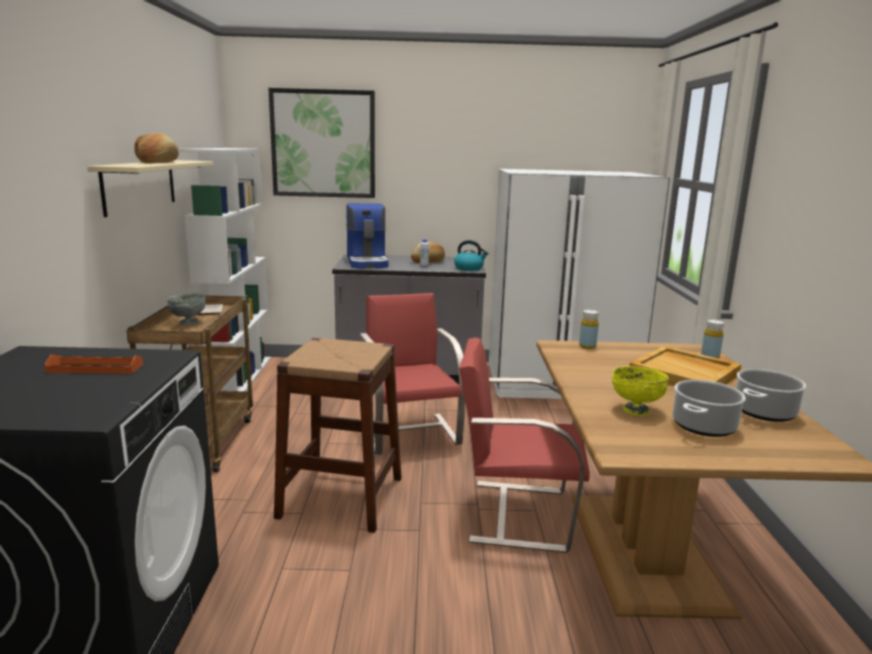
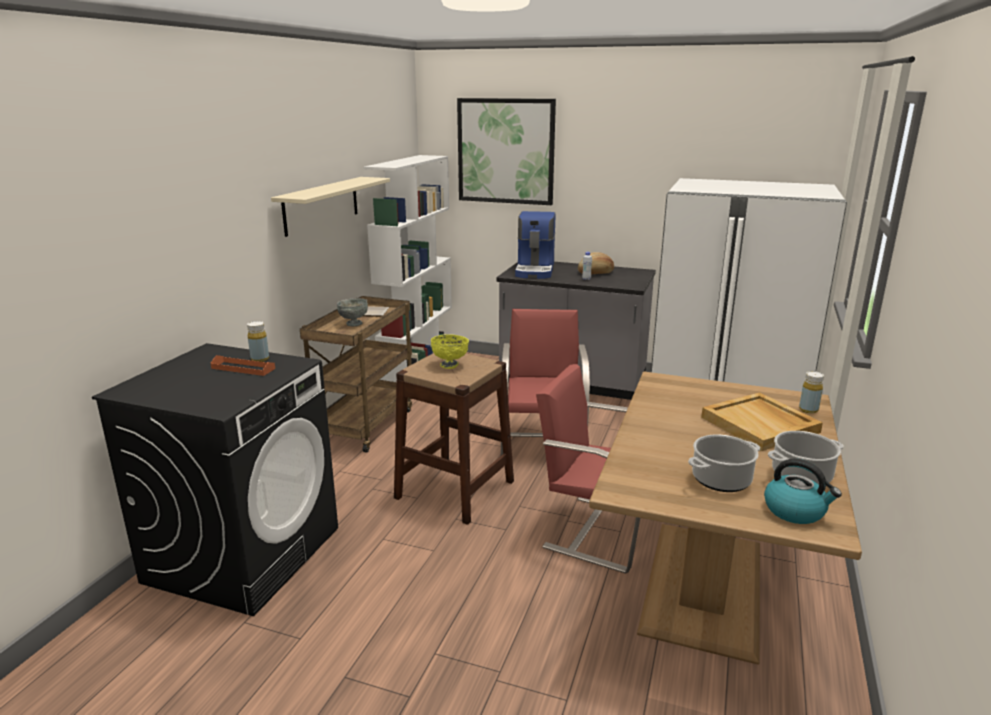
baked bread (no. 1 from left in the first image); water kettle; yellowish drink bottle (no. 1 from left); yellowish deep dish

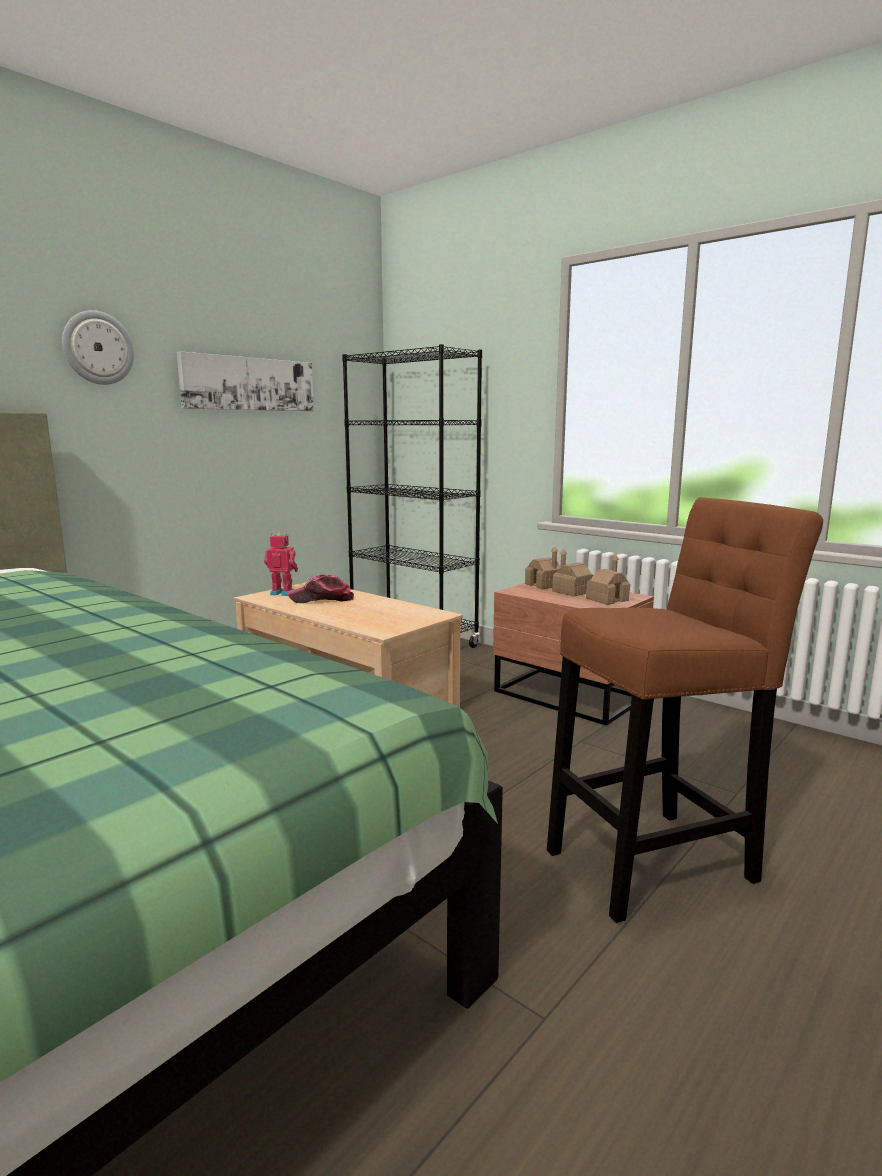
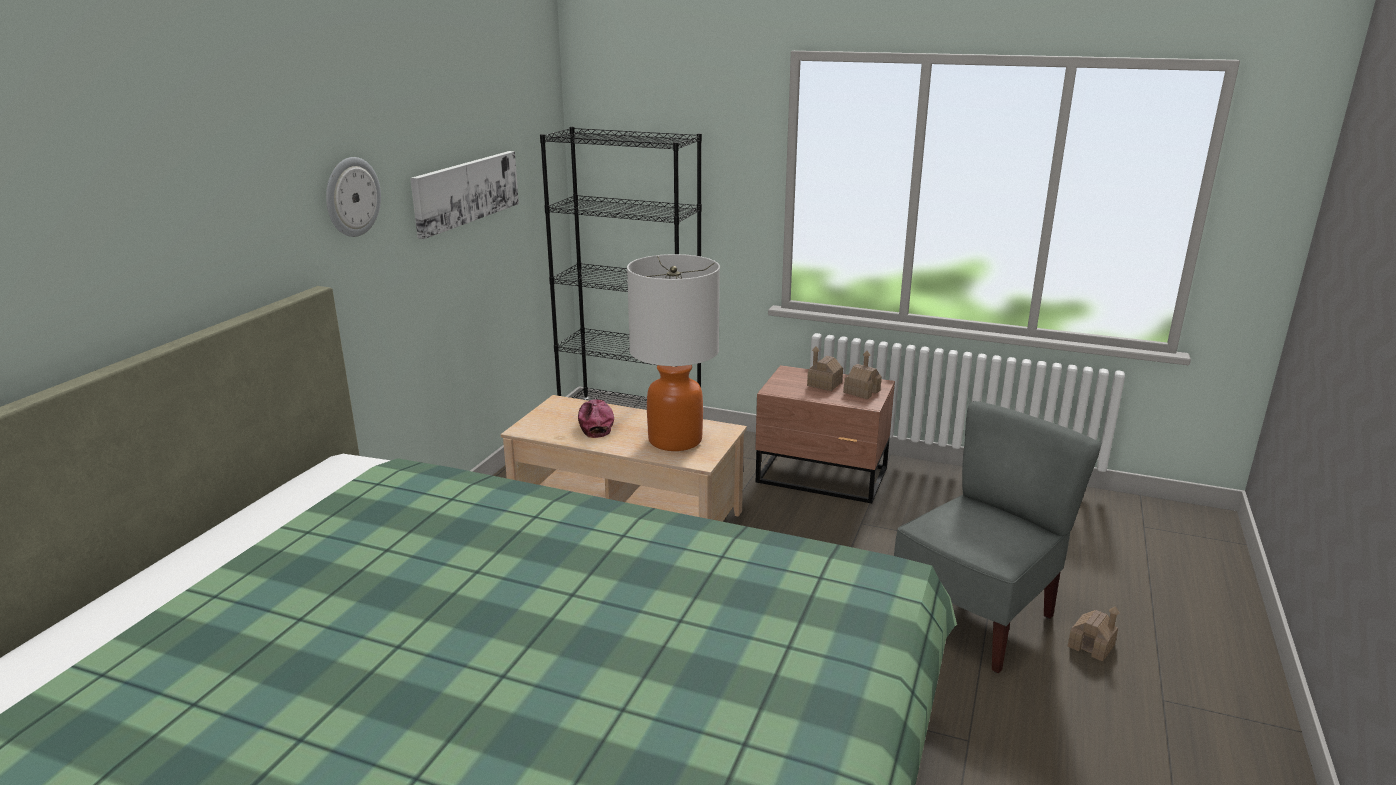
toy robot; tabletop lamp; model house (no. 3 from left); gray upright chair; baseball cap

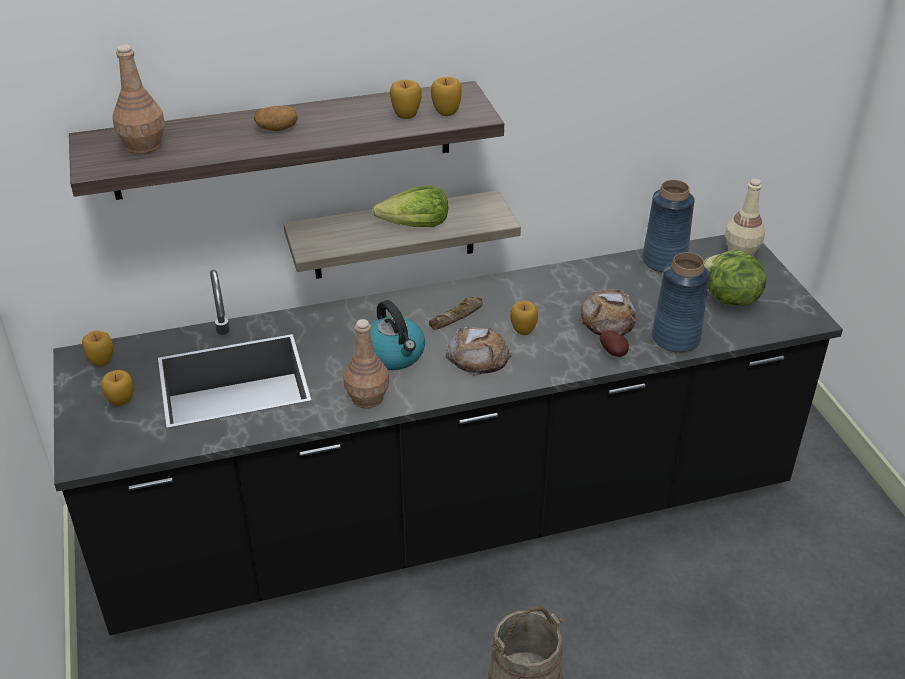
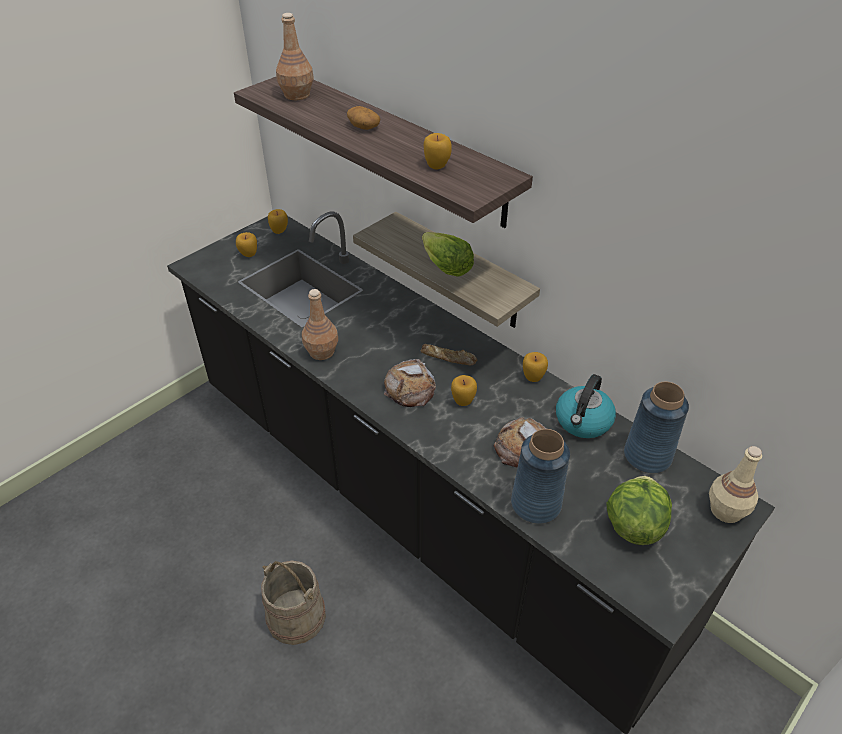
whole potato (no. 2 from left in the first image); water kettle; whole apple (no. 5 from left)

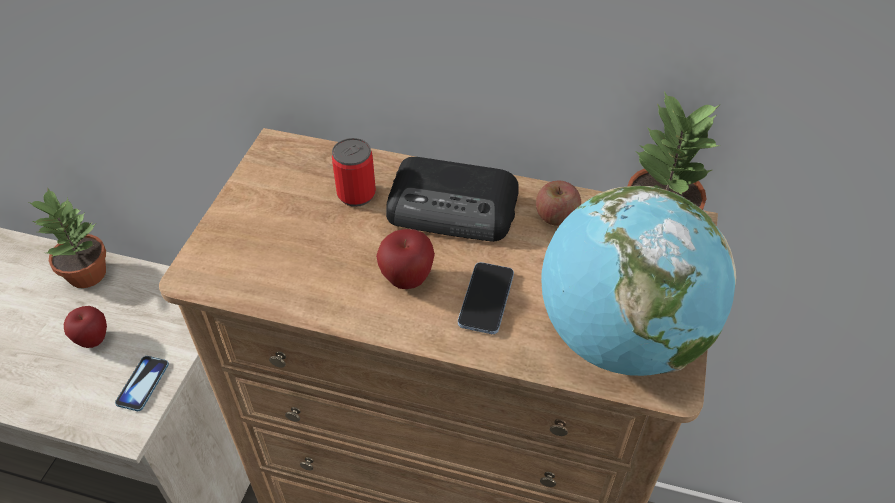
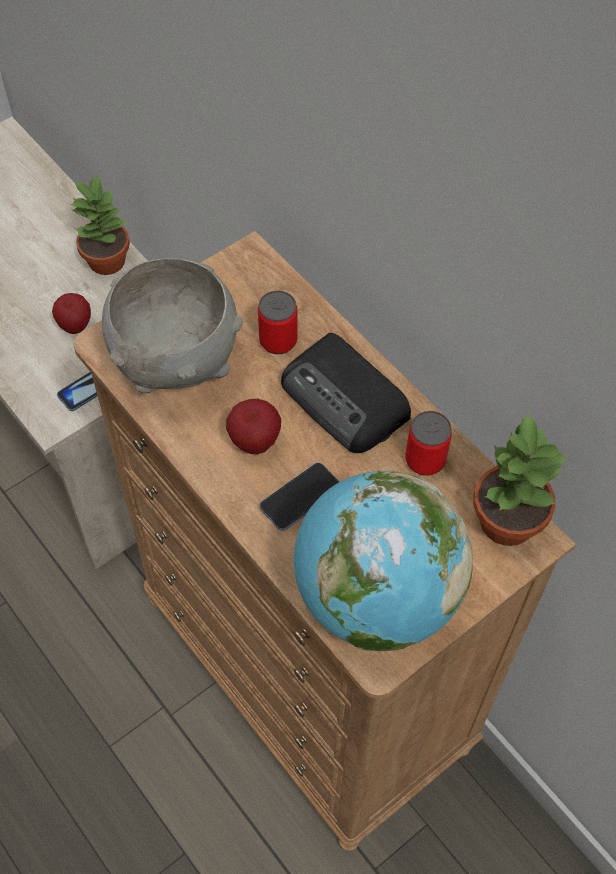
gray deep dish; sealed can (no. 2 from left)

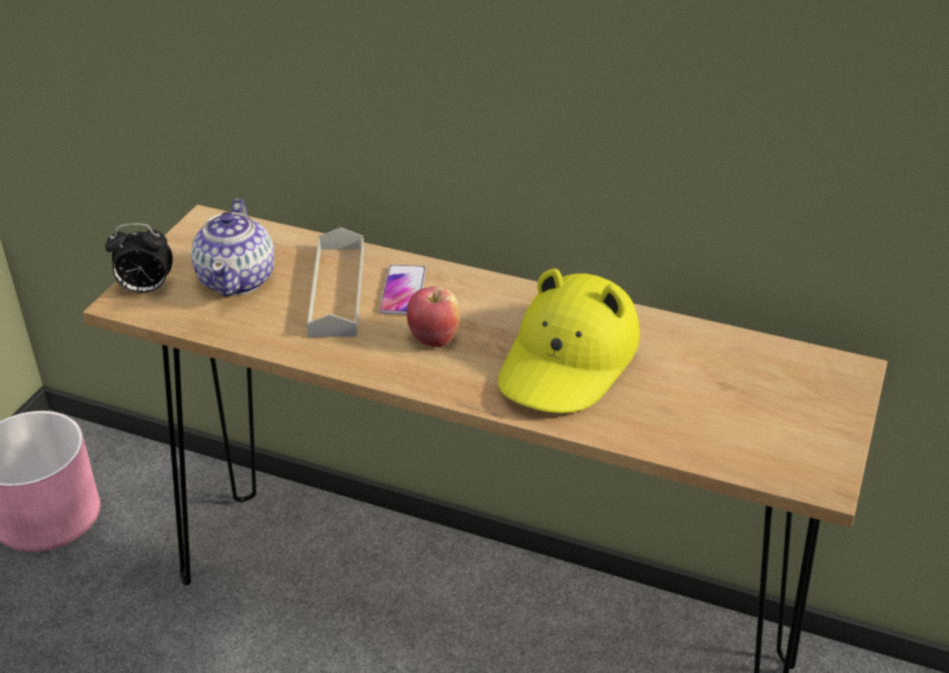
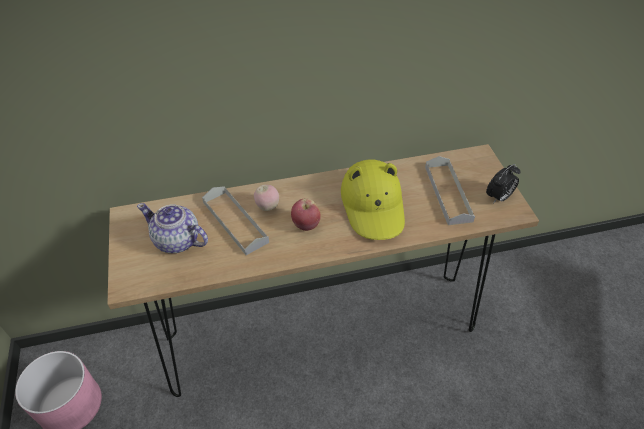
gray carrying tray (no. 2 from left); table clock; whole apple (no. 1 from left); tea pot

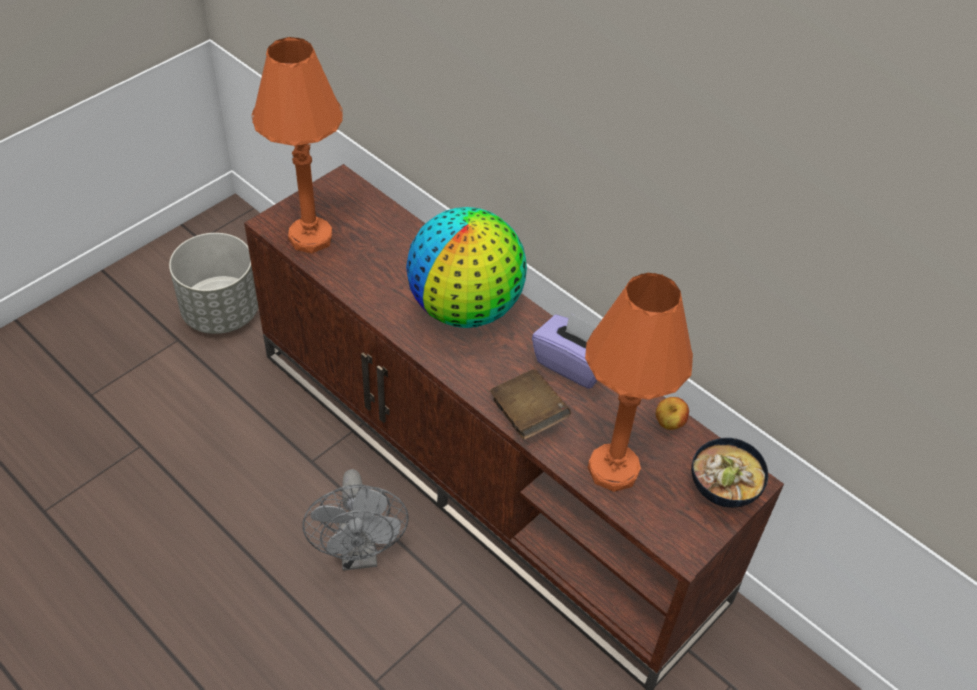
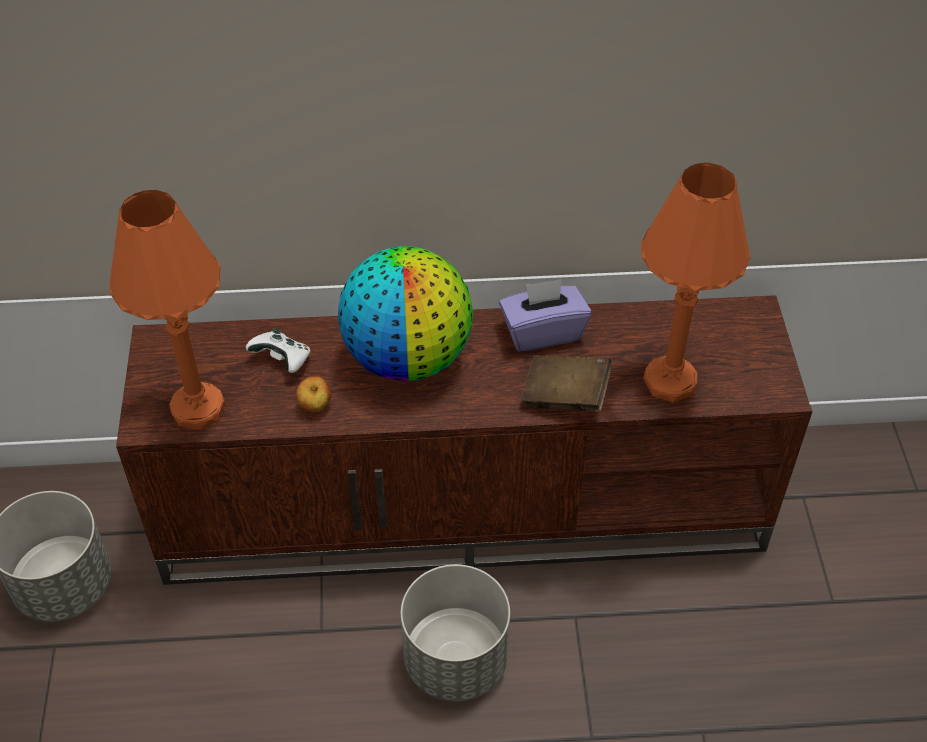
deep dish; white-coloured joypad; whole apple; gray planter (no. 2 from left)

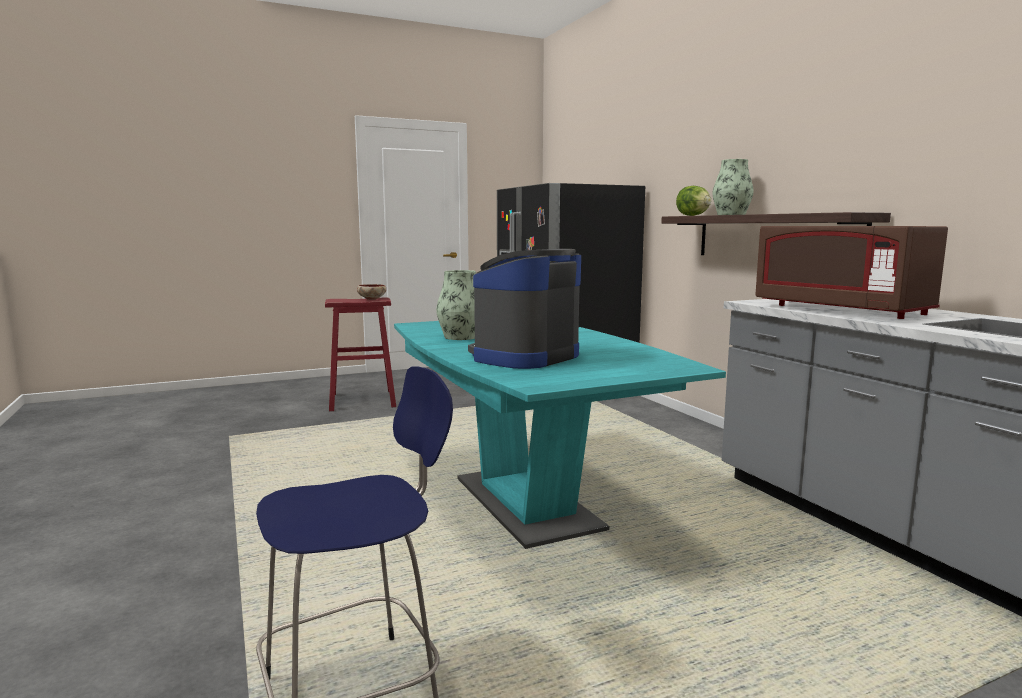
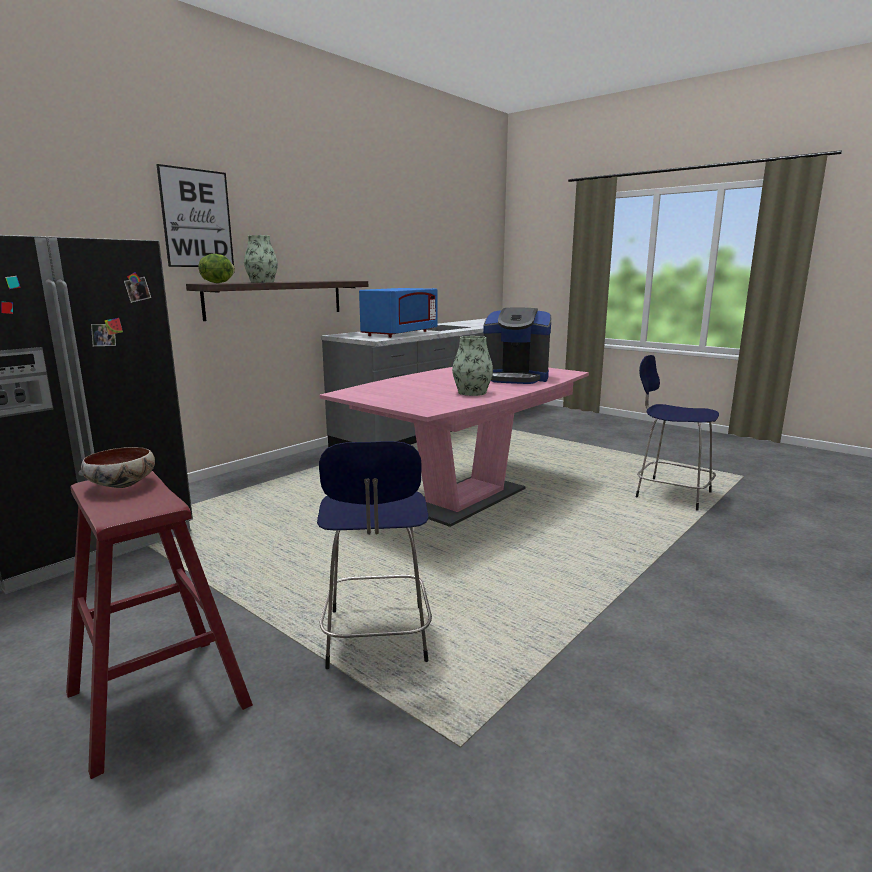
picture; blue-coloured sitting stool (no. 1 from left); pink dining table; blue-coloured microwave

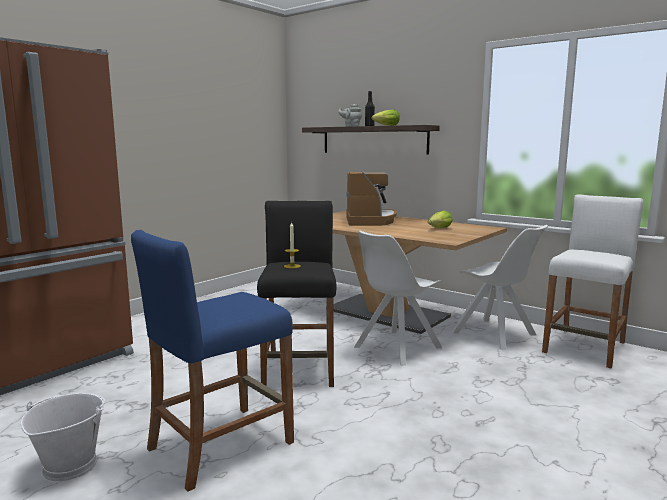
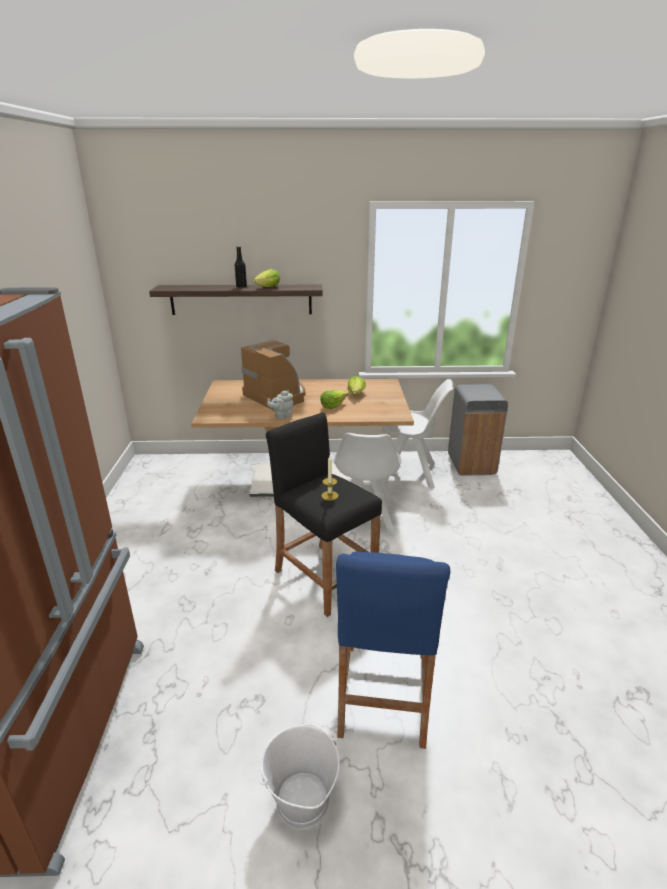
lettuce head (no. 2 from left); gray tea pot; gray waste bin

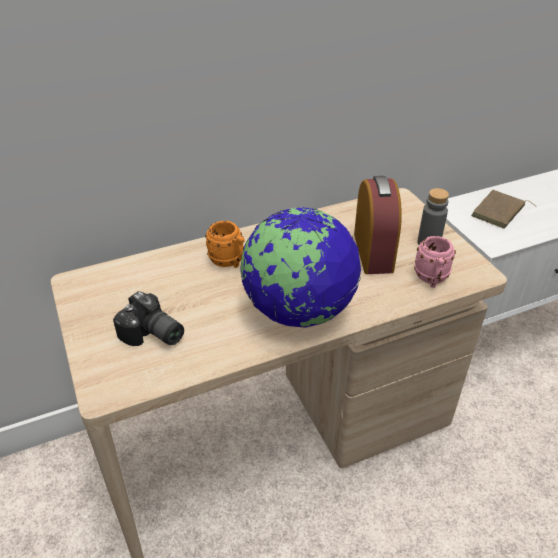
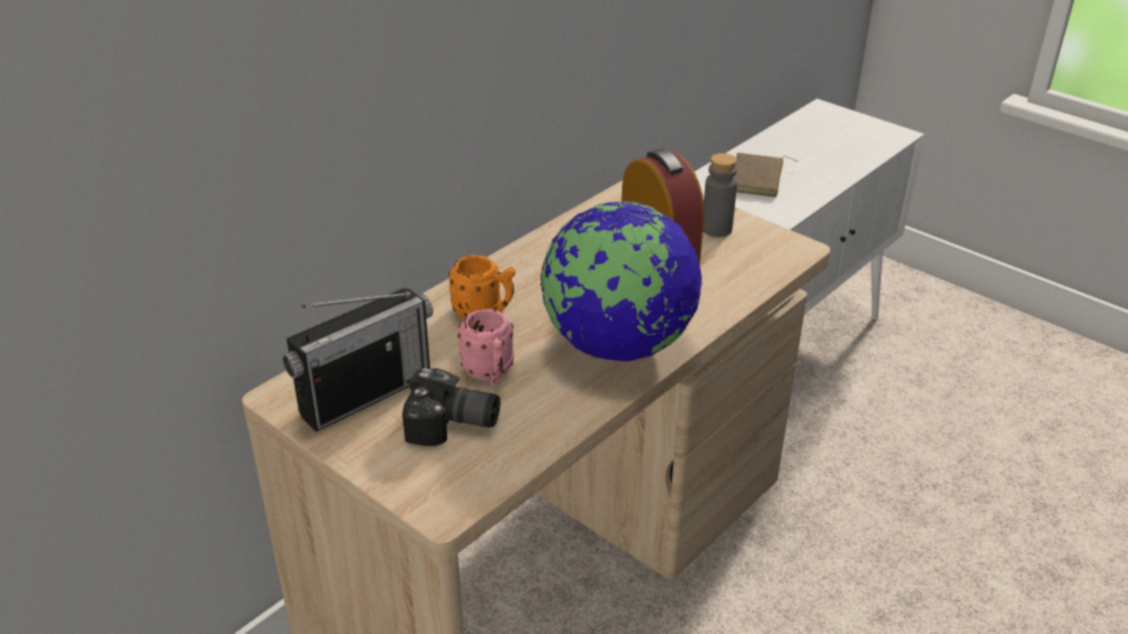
radio receiver; pink coffee mug

